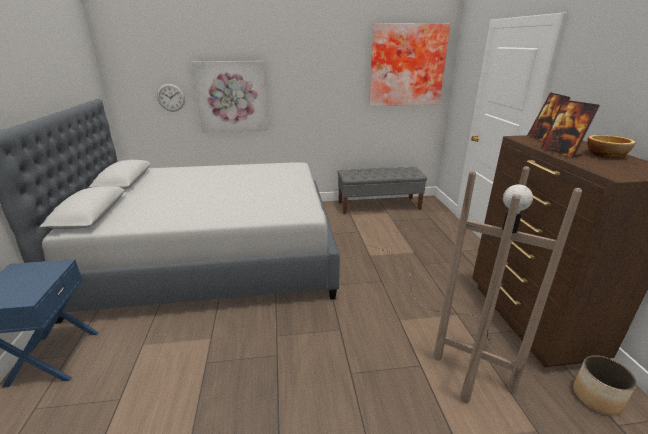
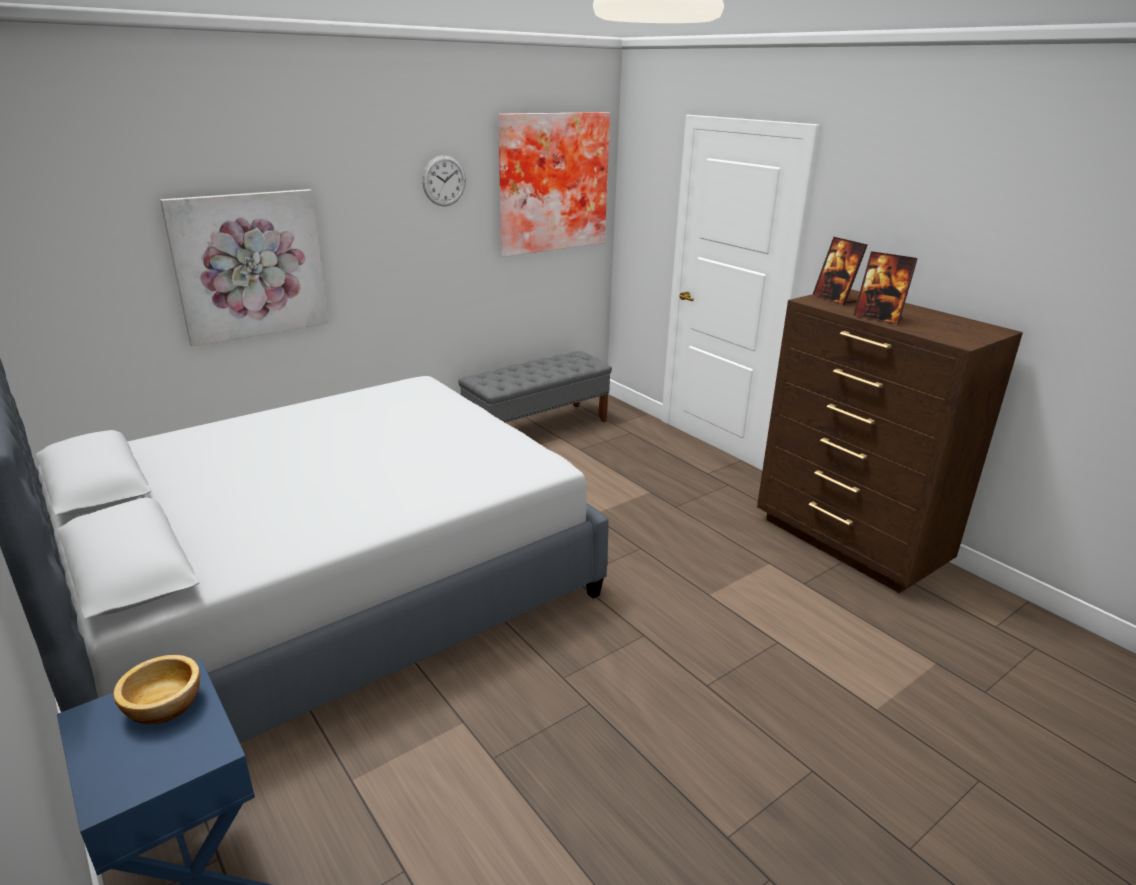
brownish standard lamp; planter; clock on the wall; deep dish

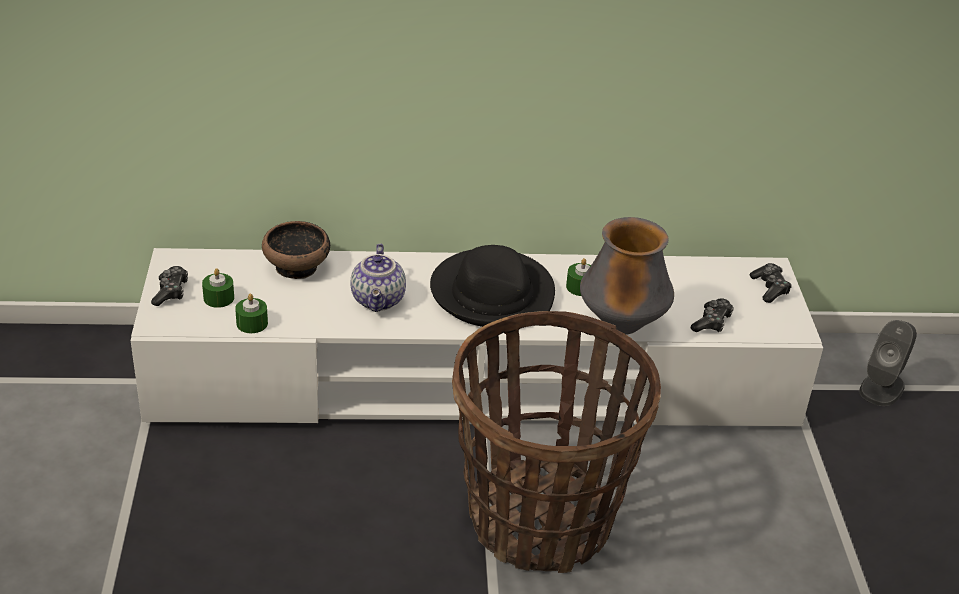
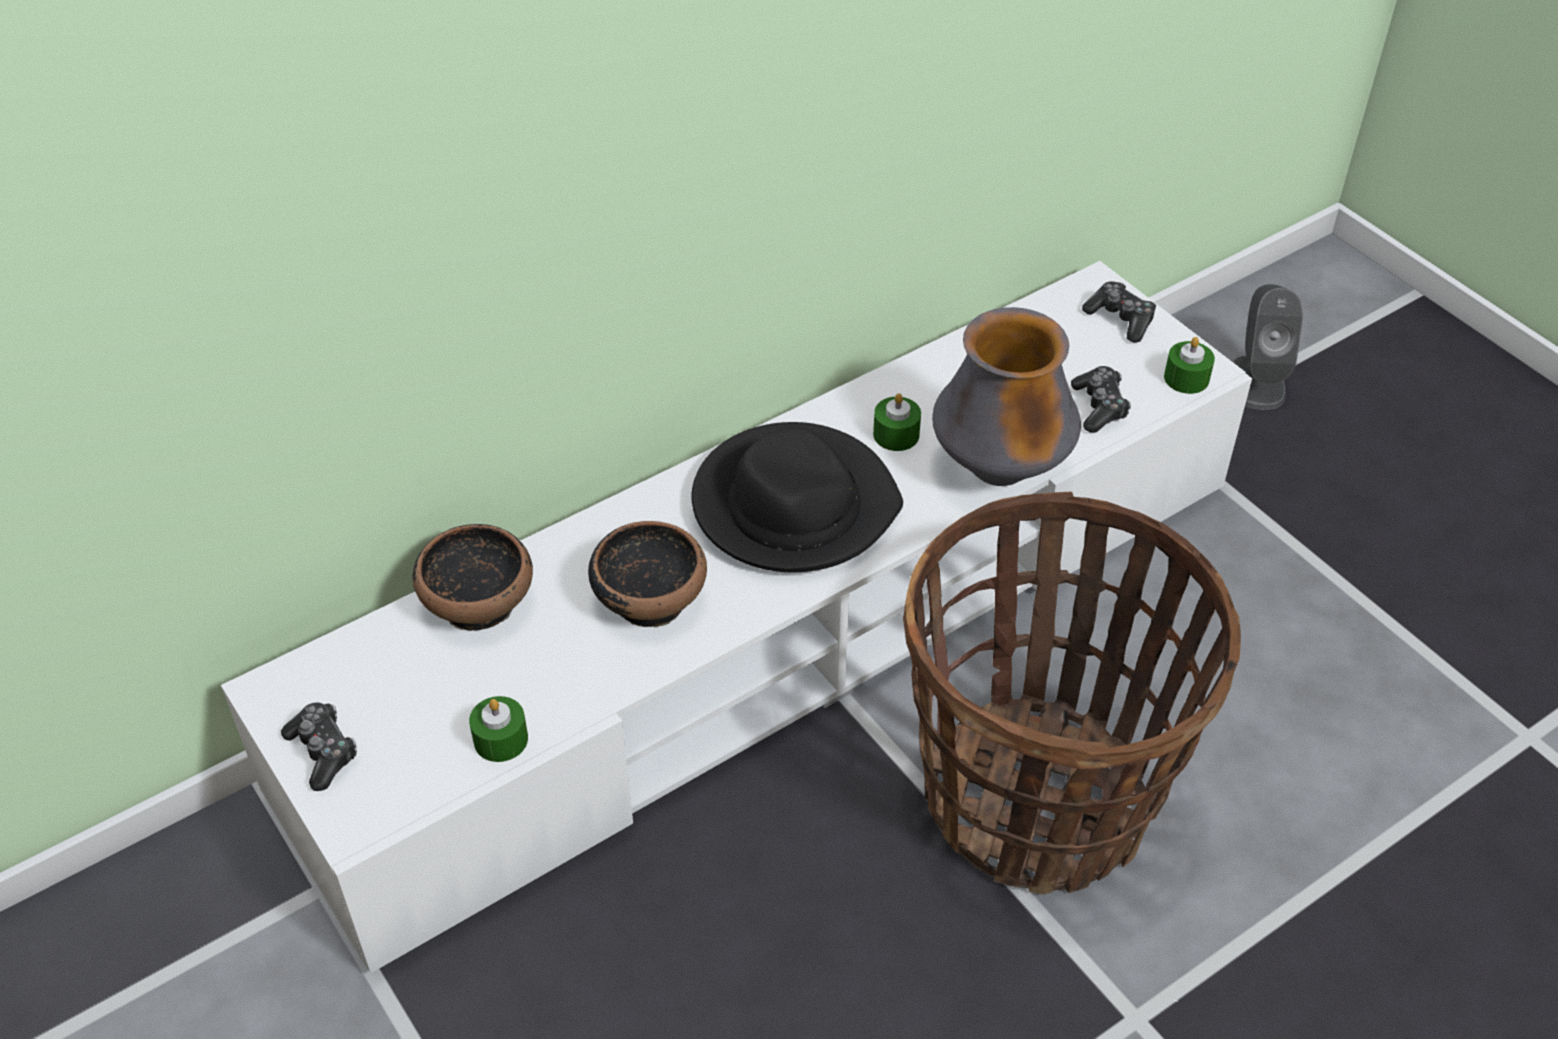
green wax light (no. 3 from left); deep dish (no. 2 from left)

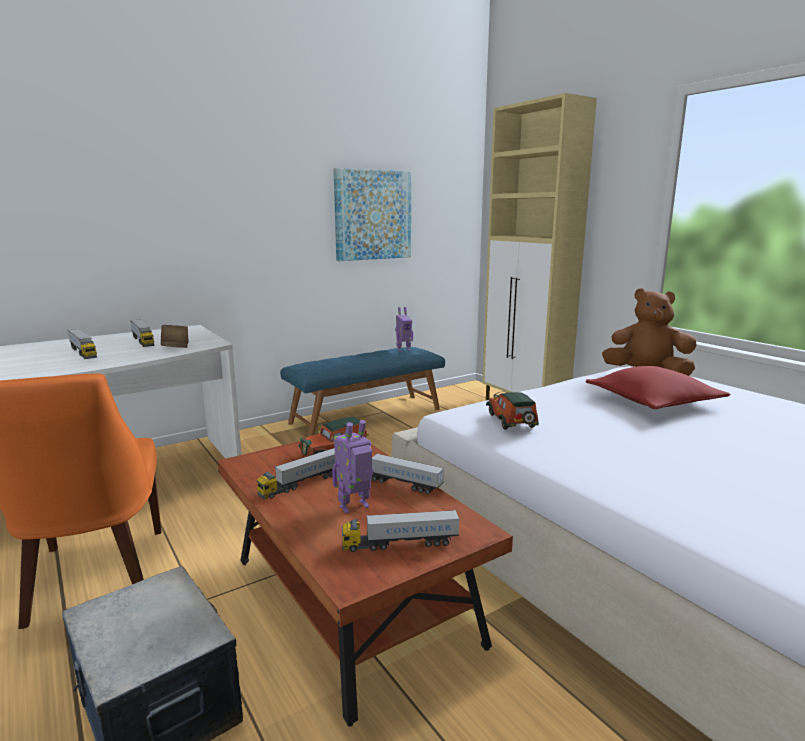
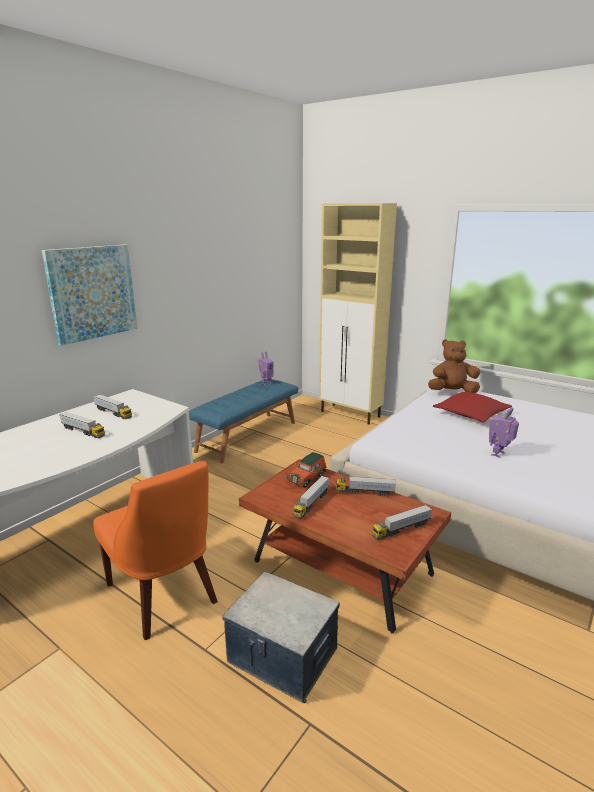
brownish book; miniature car (no. 2 from left in the first image); toy robot (no. 2 from left); picture

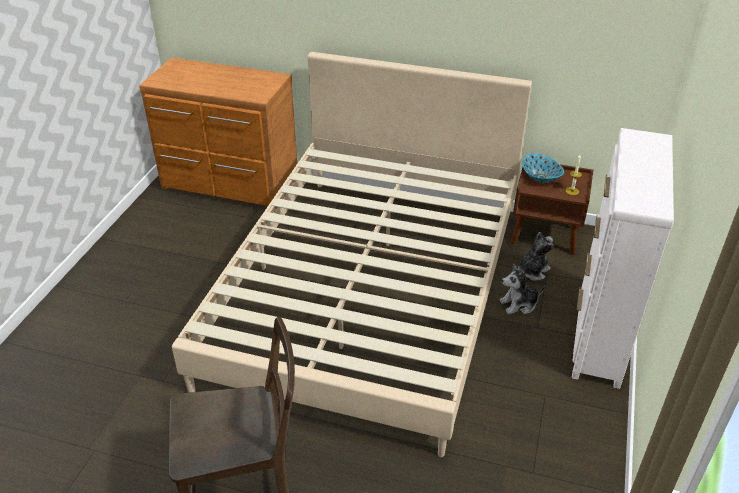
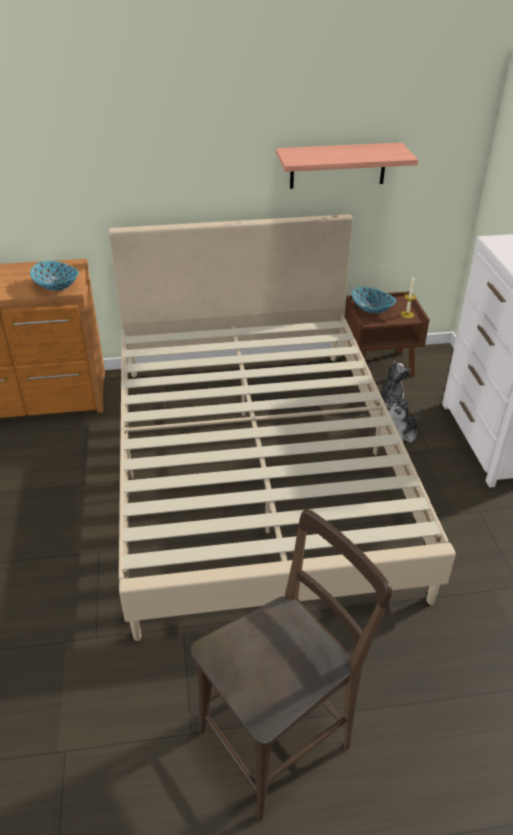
deep dish (no. 1 from left); shelf

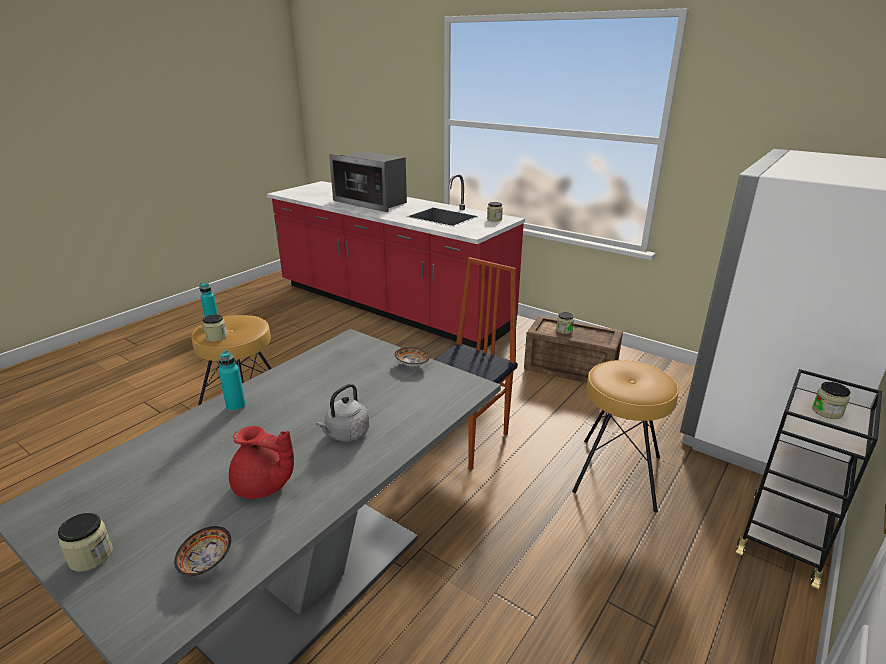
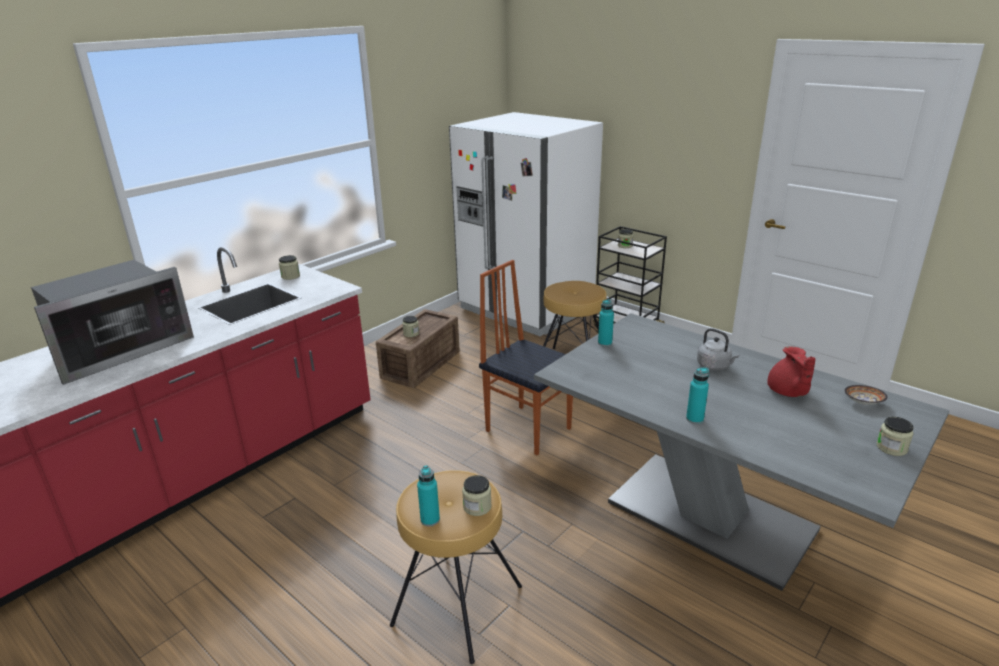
turquoise-coloured drink bottle (no. 2 from left); reddish tea pot

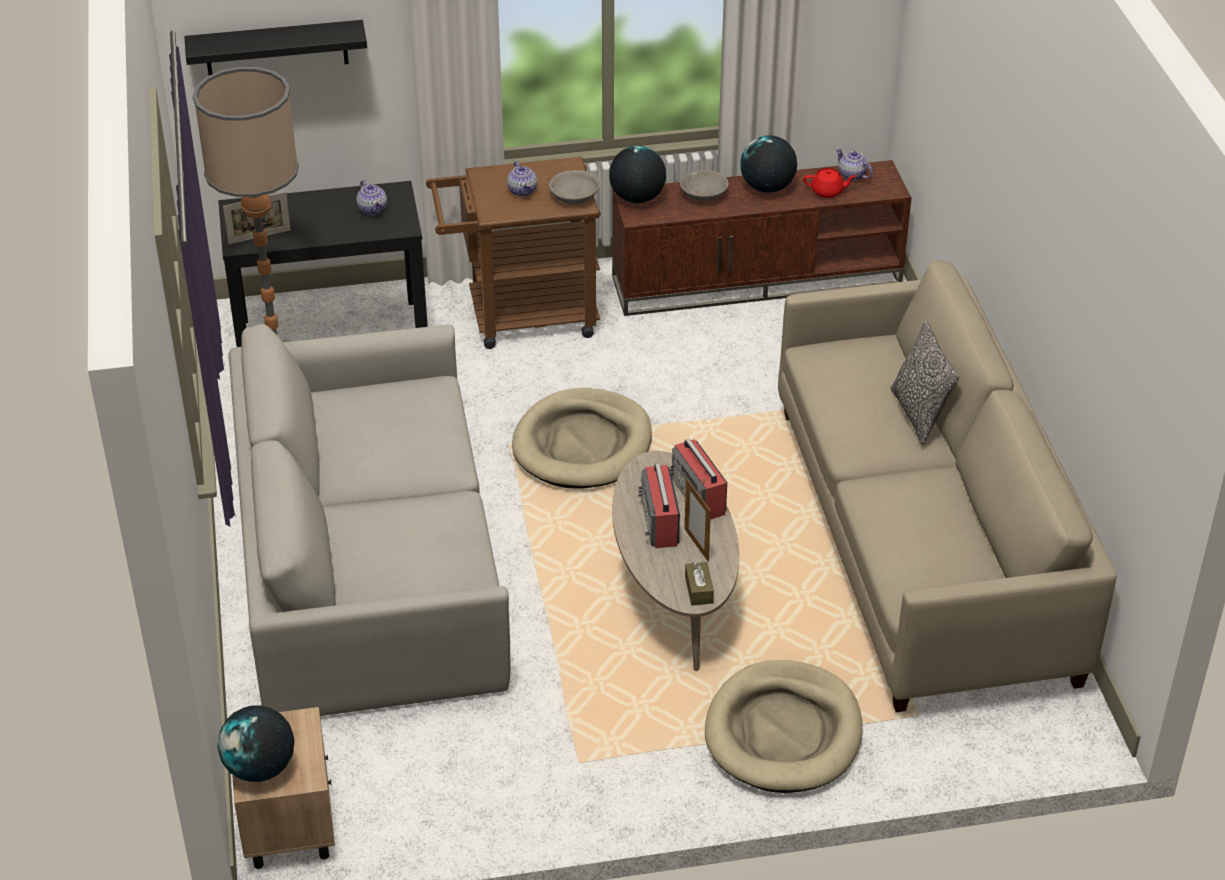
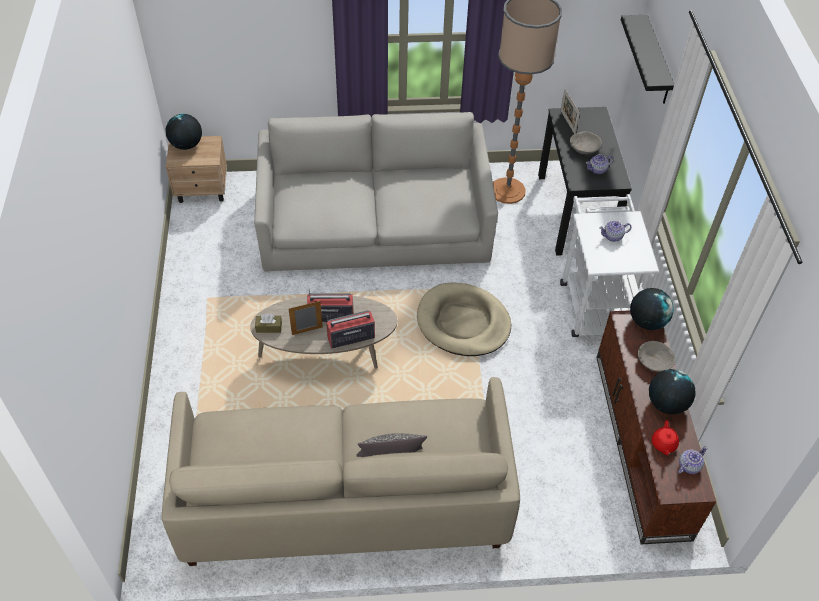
beige-coloured dog cushion (no. 2 from left in the first image); gray deep dish (no. 1 from left); white-coloured wheeled cart

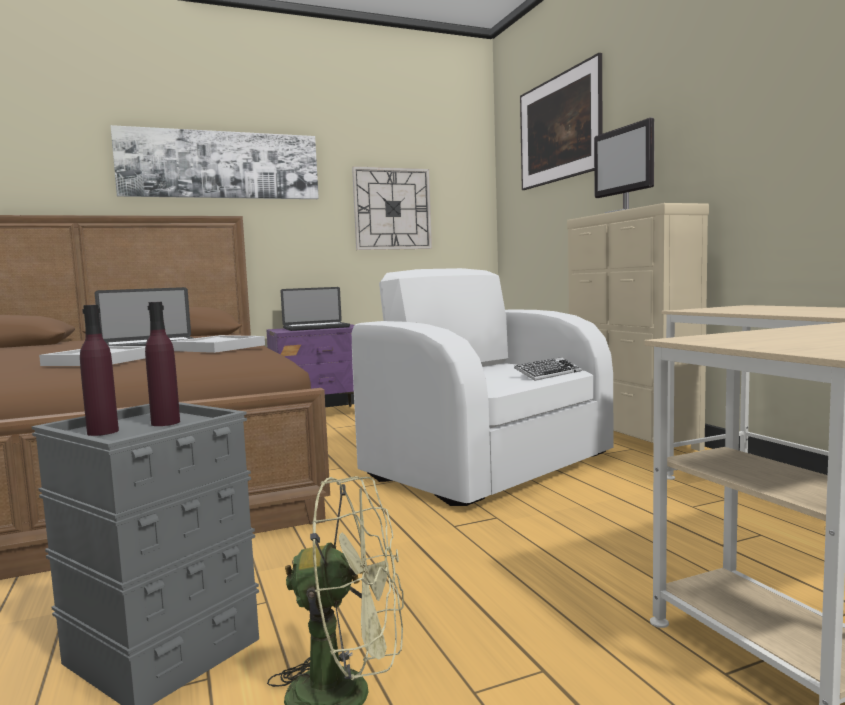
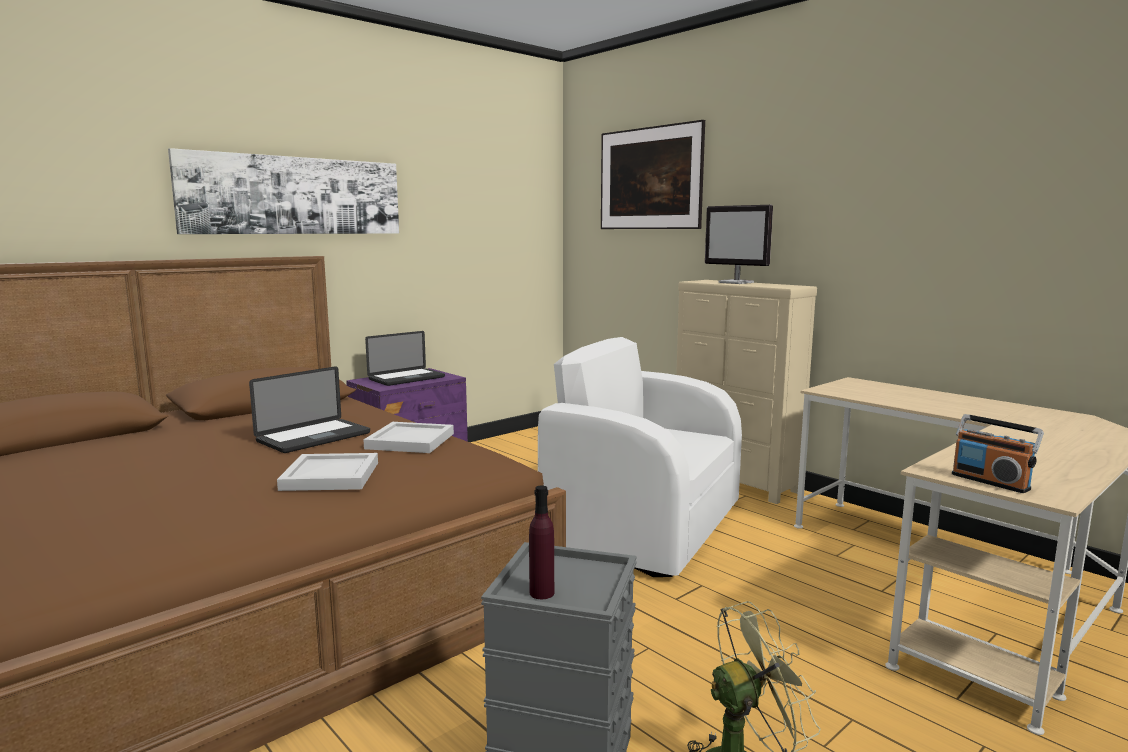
purple-coloured drink bottle (no. 2 from left in the first image); clock on the wall; keyboard; radio receiver

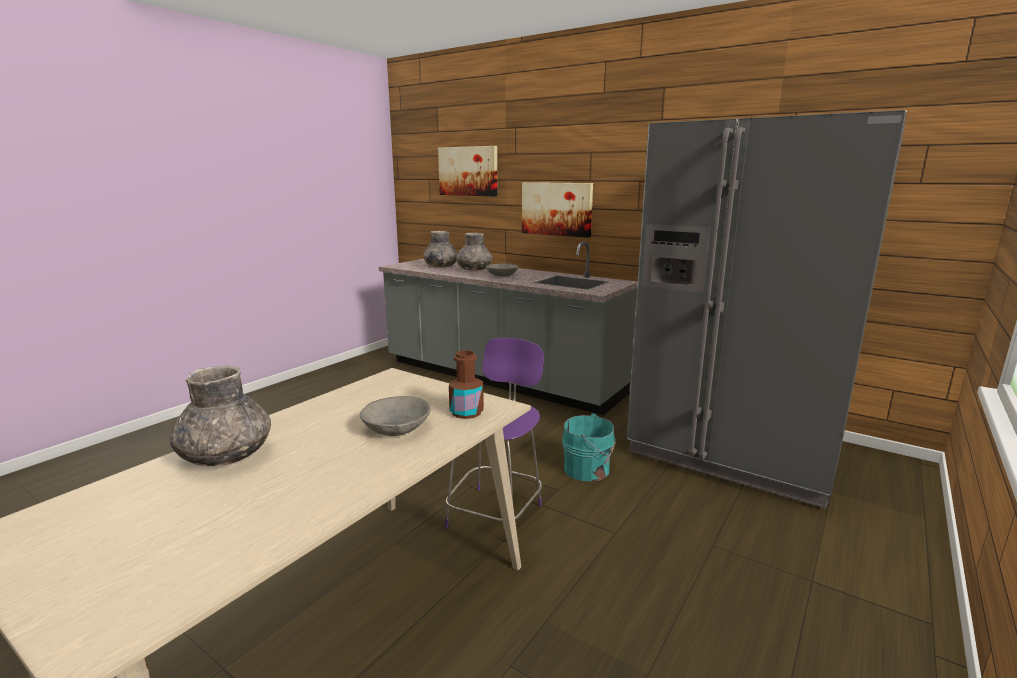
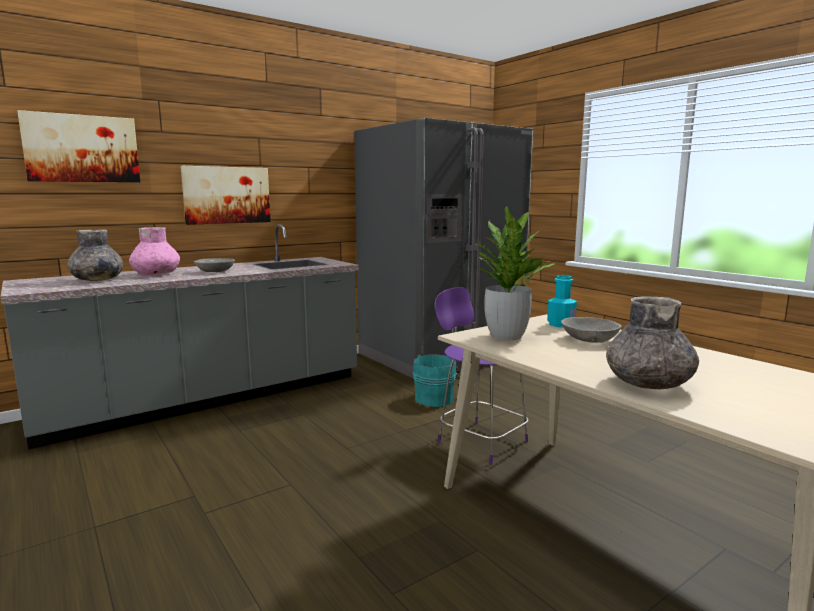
plant in a pot; turquoise-coloured drink bottle; pink decorative vase

